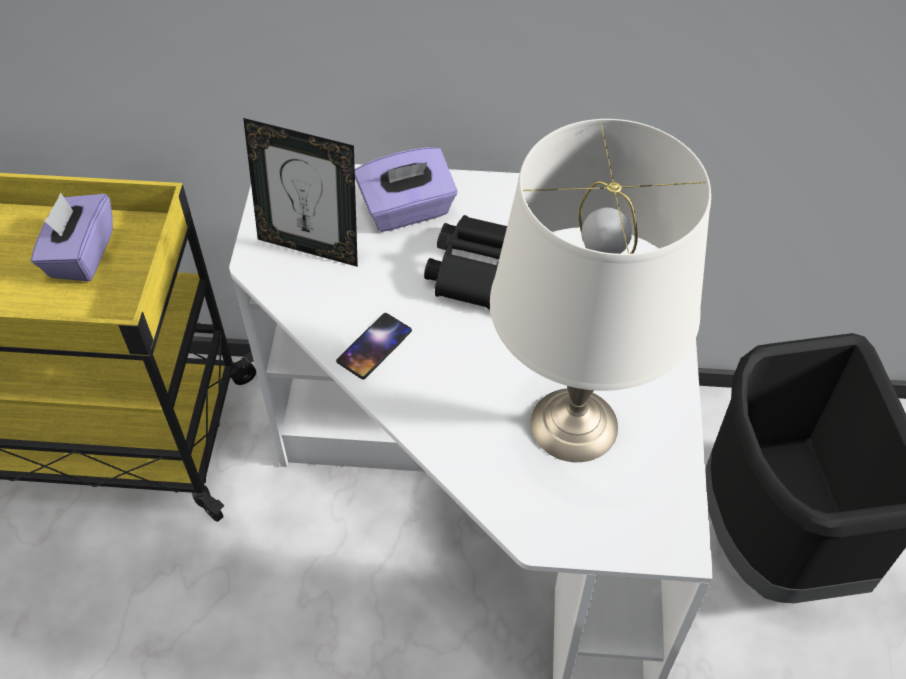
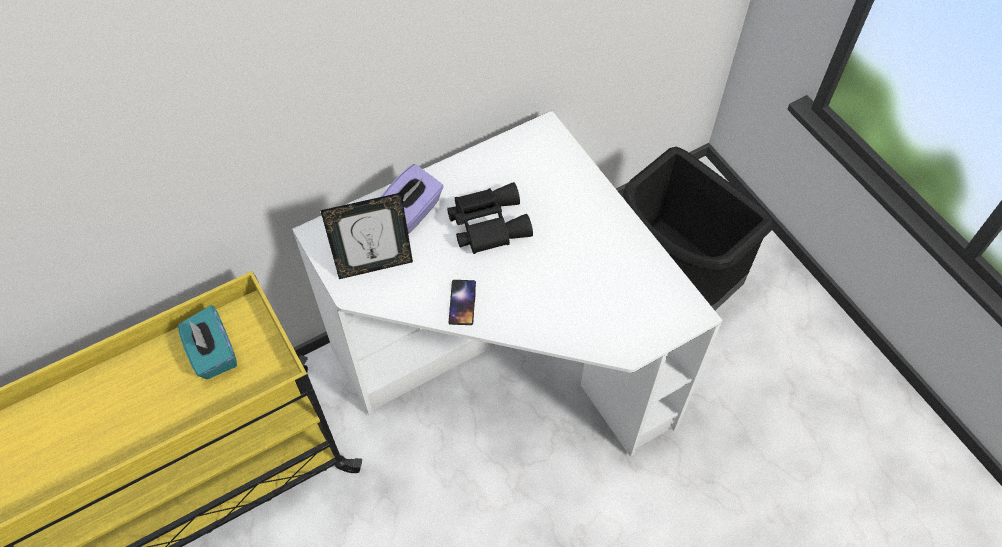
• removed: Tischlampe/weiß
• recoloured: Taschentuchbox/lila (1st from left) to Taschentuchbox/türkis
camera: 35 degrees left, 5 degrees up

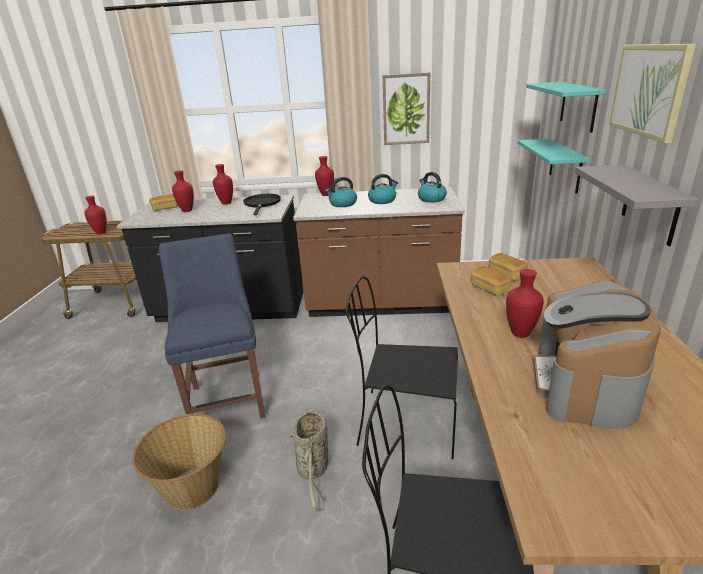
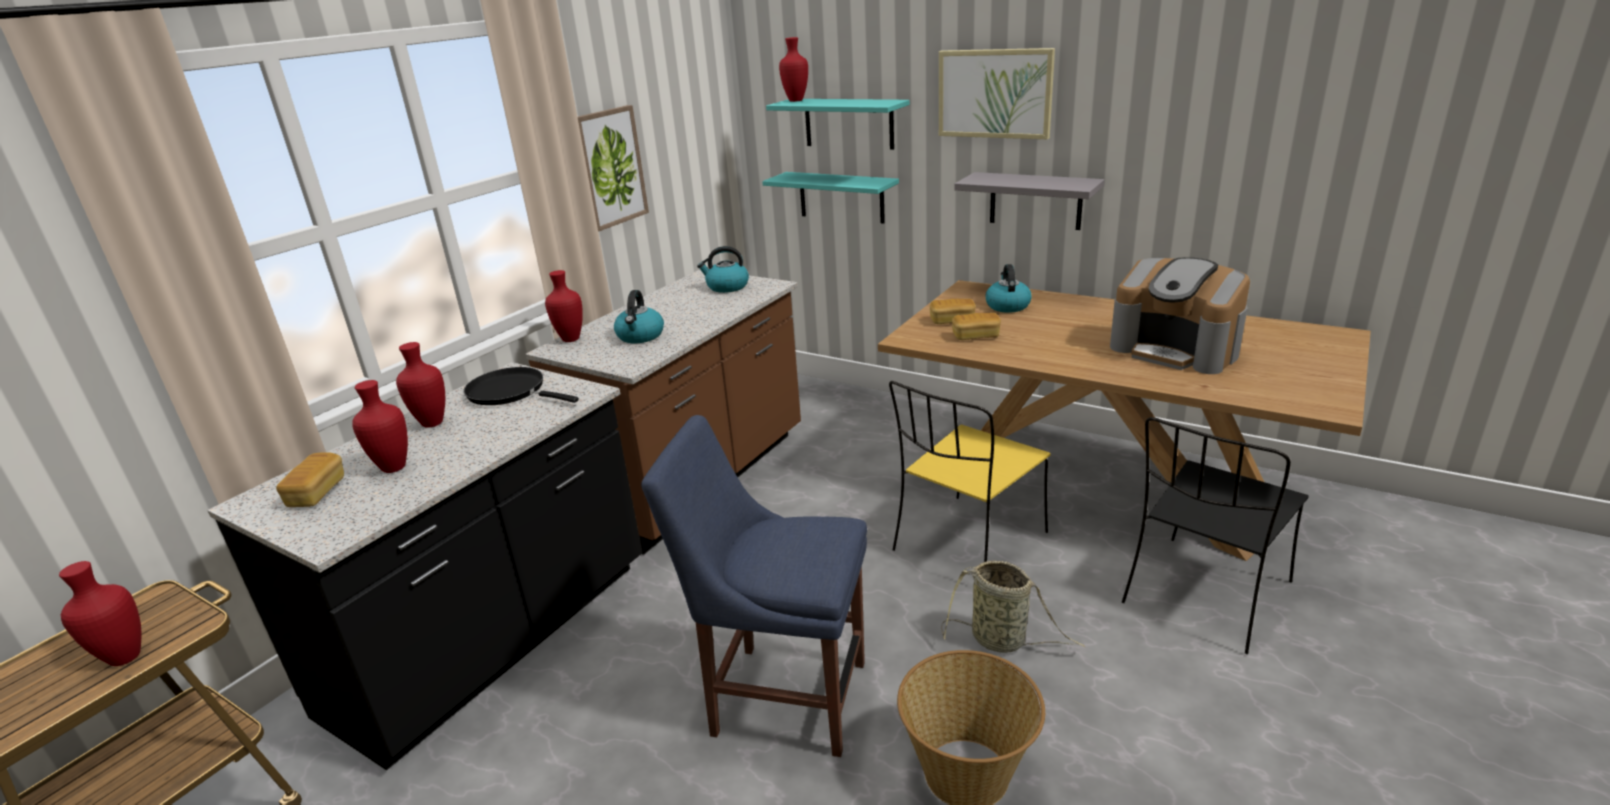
• moved: Wasserkessel (2nd from left in the first image) to Wasserkessel (3rd from left)
• moved: Vase/rot (5th from left)
• recoloured: Stuhl/schwarz (1st from left) to Stuhl/gelb
camera: 60 degrees left, 0 degrees up

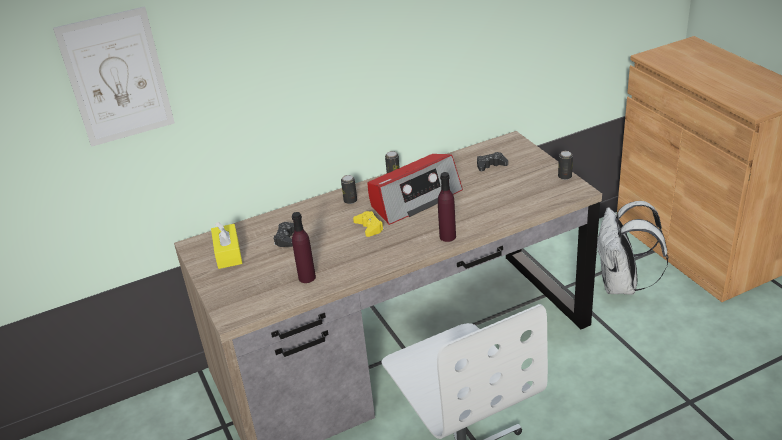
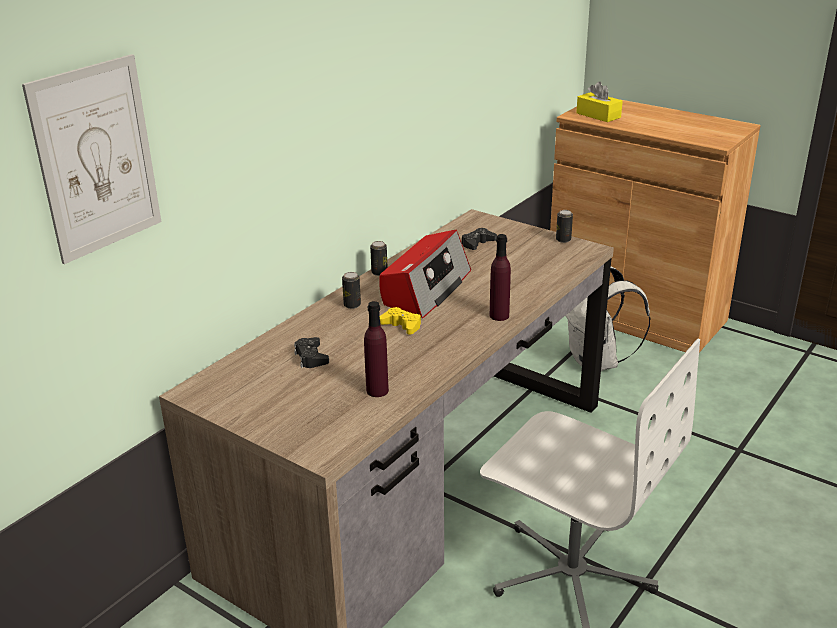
• moved: Taschentuchbox/gelb
camera: 30 degrees left, 5 degrees down

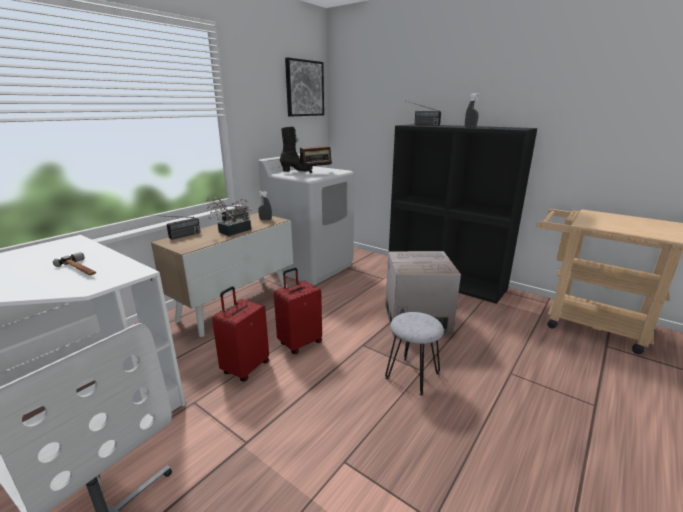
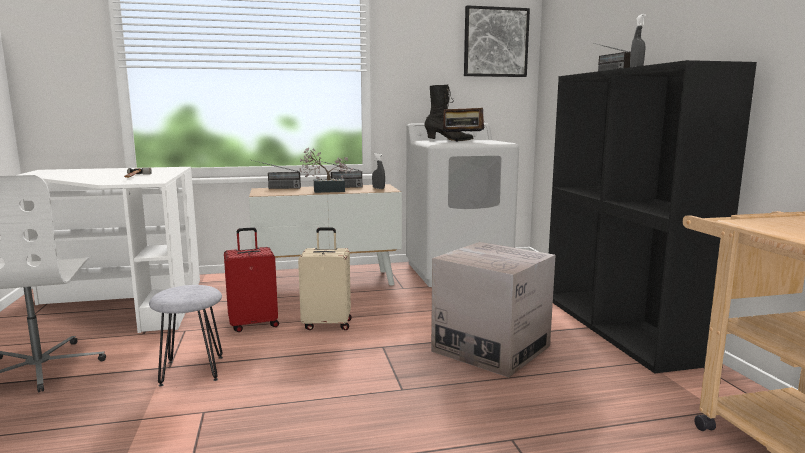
• recoloured: Koffer/rot (2nd from left) to Koffer/beige
• moved: Hocker/grau
camera: 40 degrees right, 10 degrees down

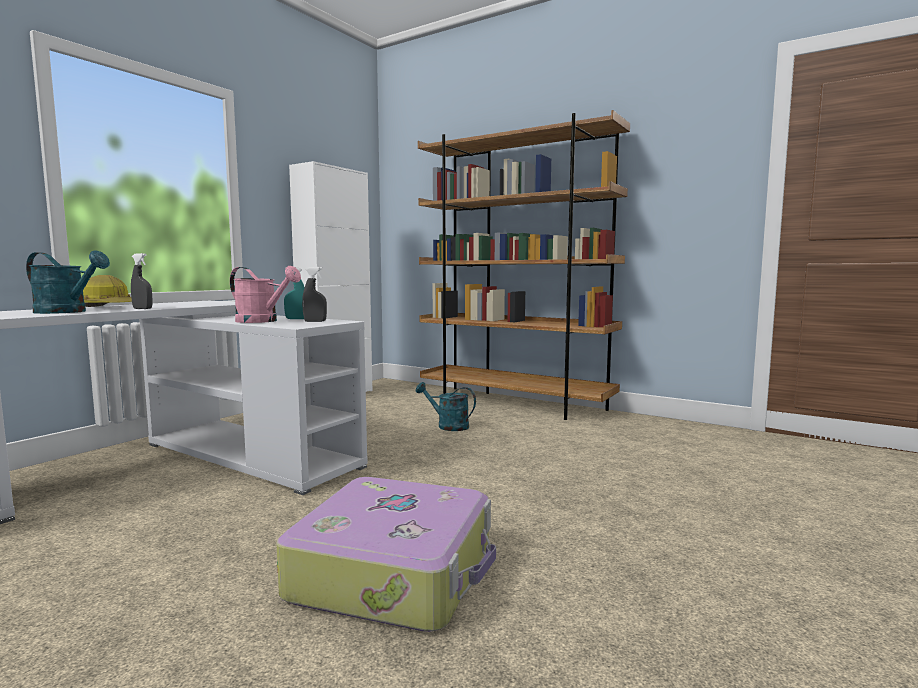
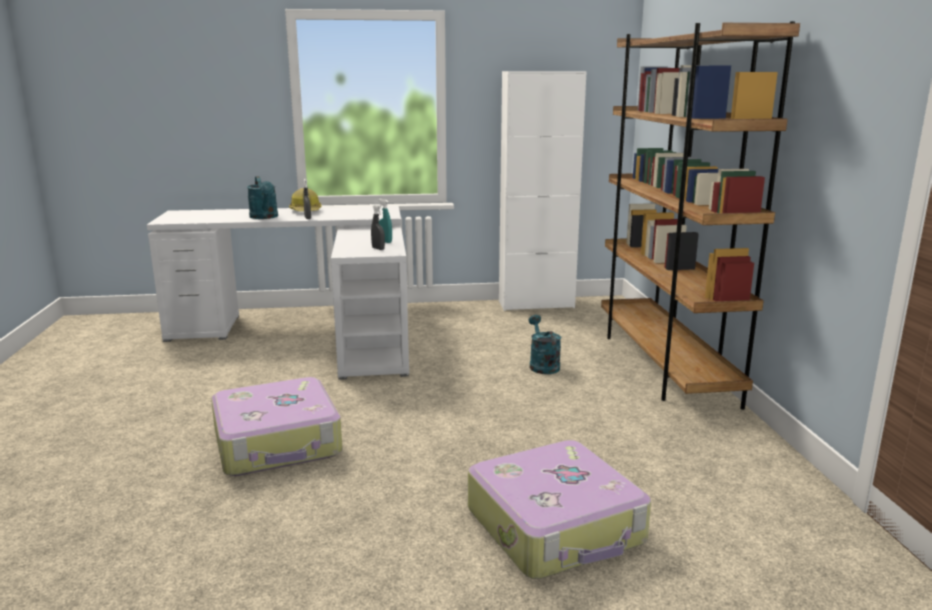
• removed: Gießkanne/rosa
• added: Koffer (2nd from left)
camera: 50 degrees right, 10 degrees up

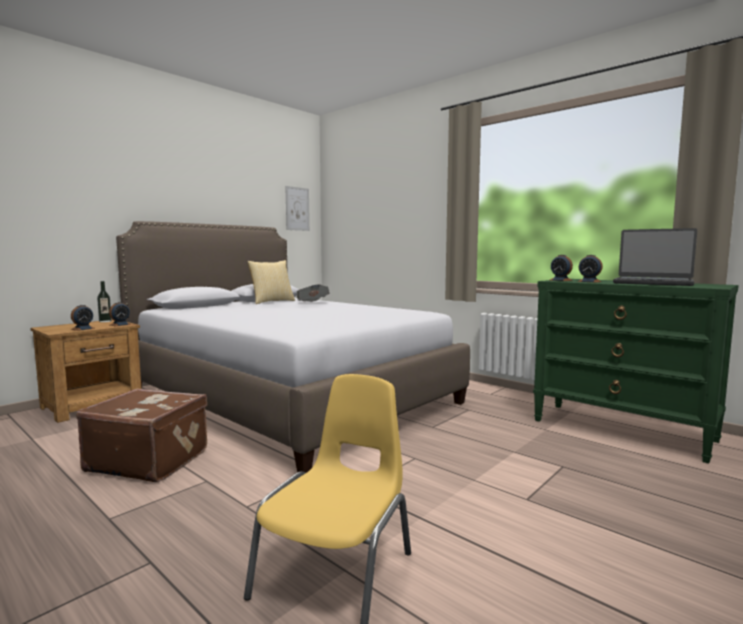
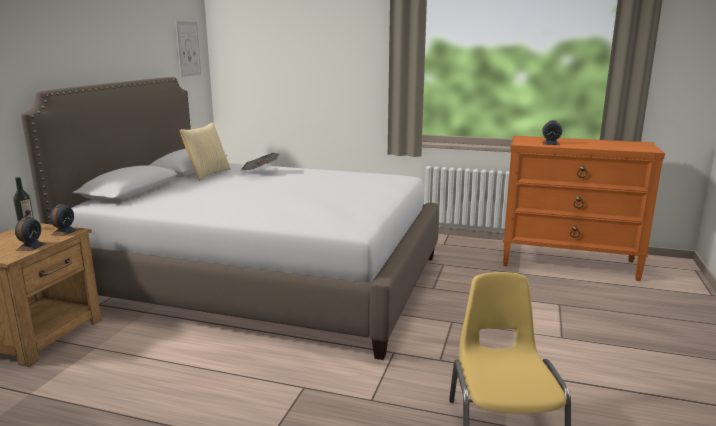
• removed: Laptop
• removed: Wecker (3rd from left)
• recoloured: Kommode/grün to Kommode/orange
• removed: Koffer/braun
camera: 25 degrees left, 10 degrees up

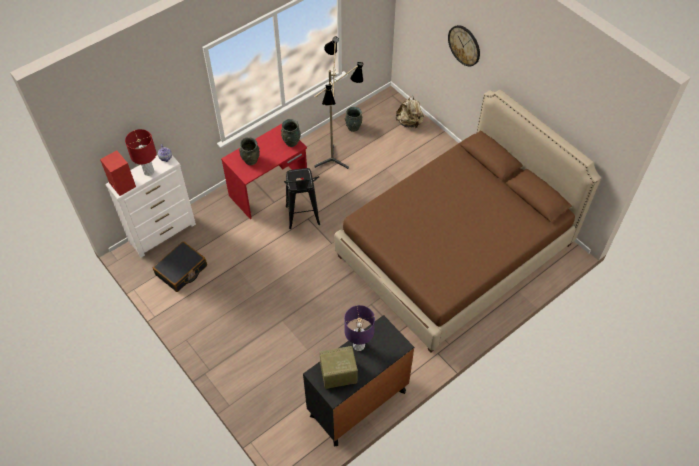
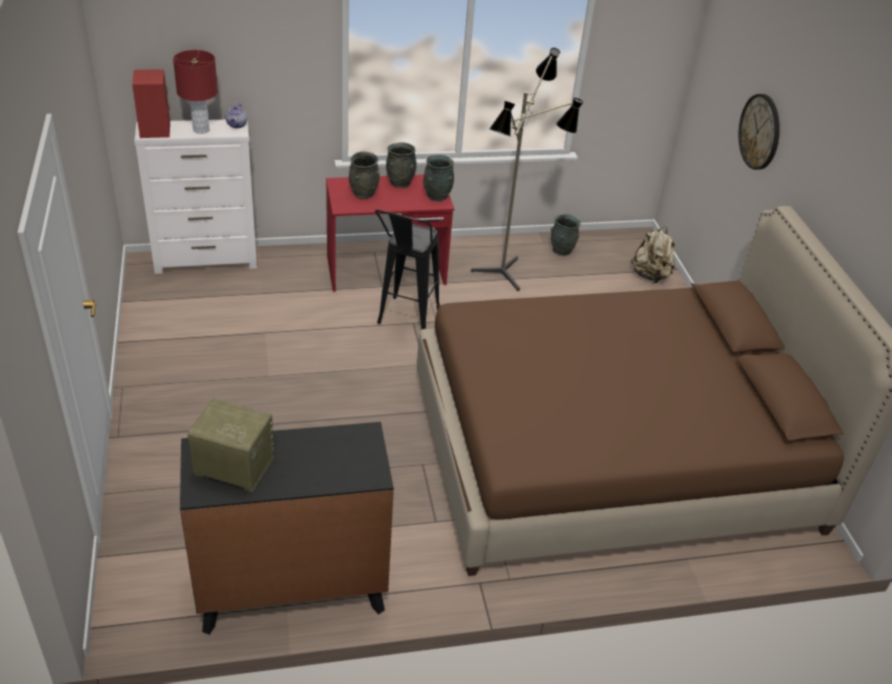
• removed: Koffer/schwarz
• removed: Tischlampe/lila
• added: Vase/grau (2nd from left)
camera: 25 degrees right, 15 degrees down

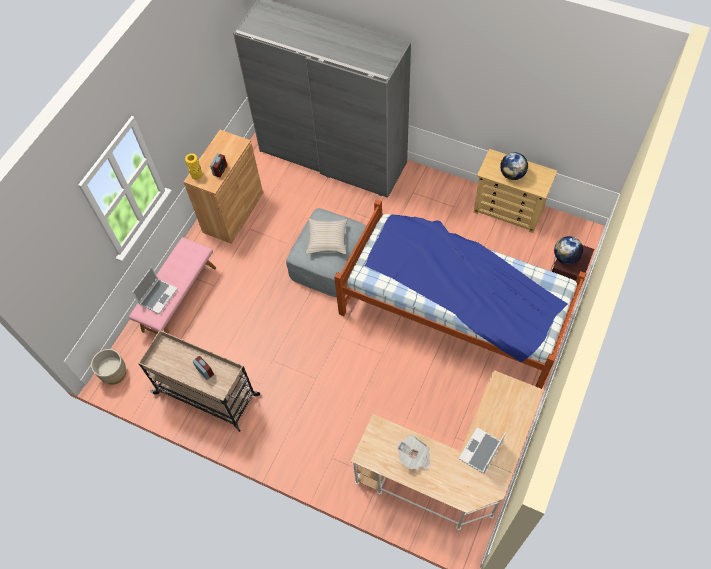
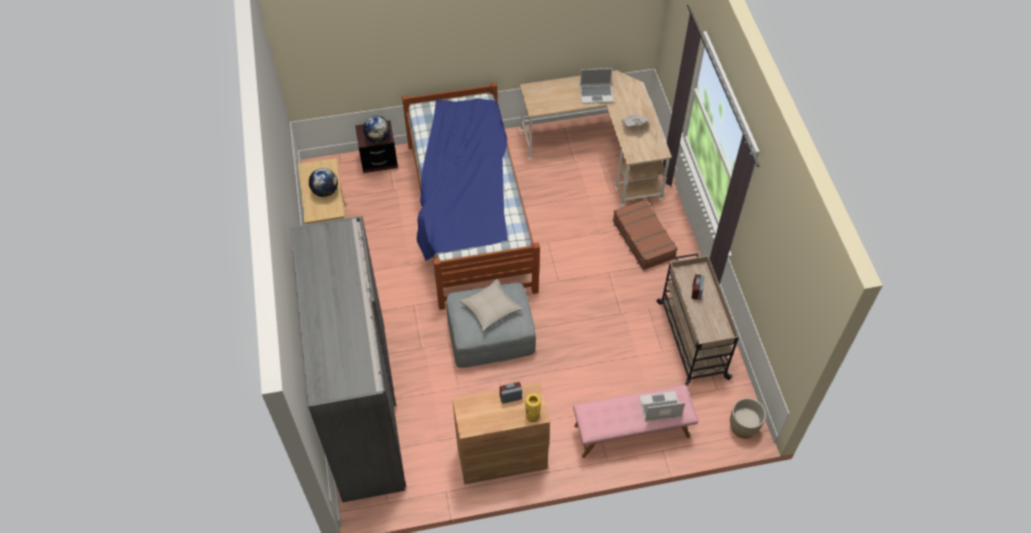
• added: Koffer/braun
camera: 130 degrees left, 5 degrees down

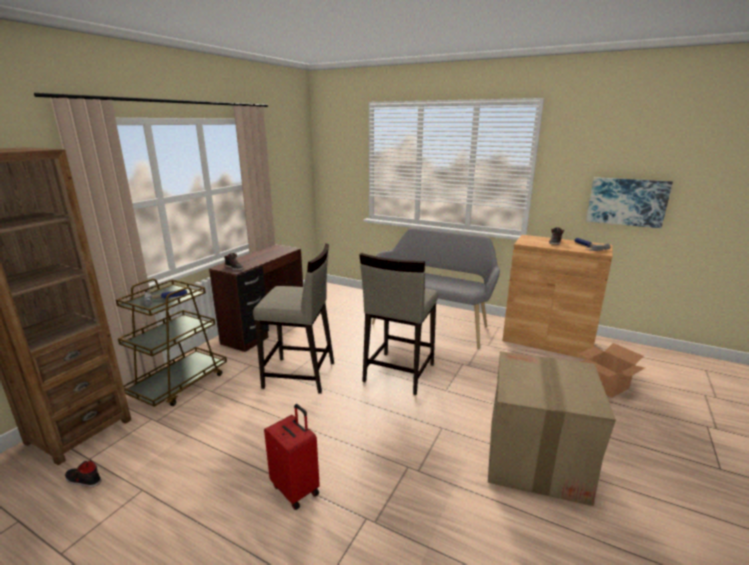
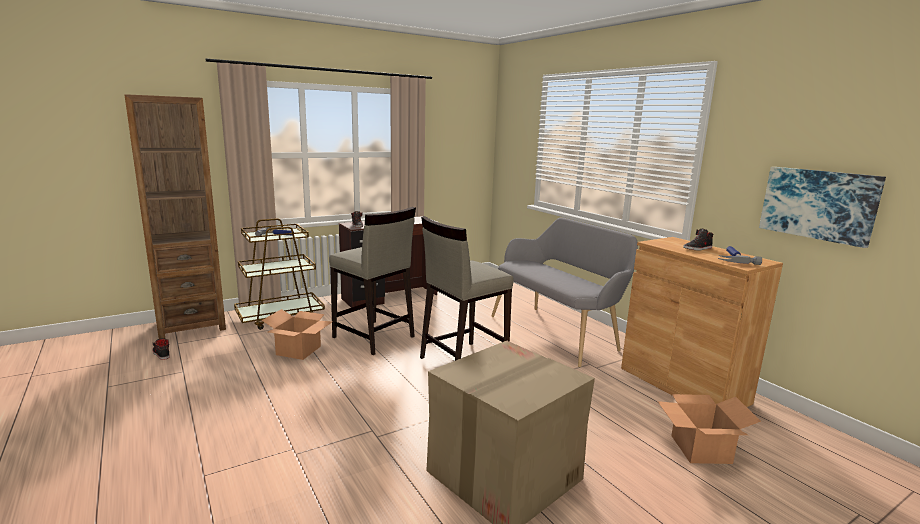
• removed: Koffer/rot
• added: Karton (1st from left)
camera: 30 degrees right, 5 degrees down

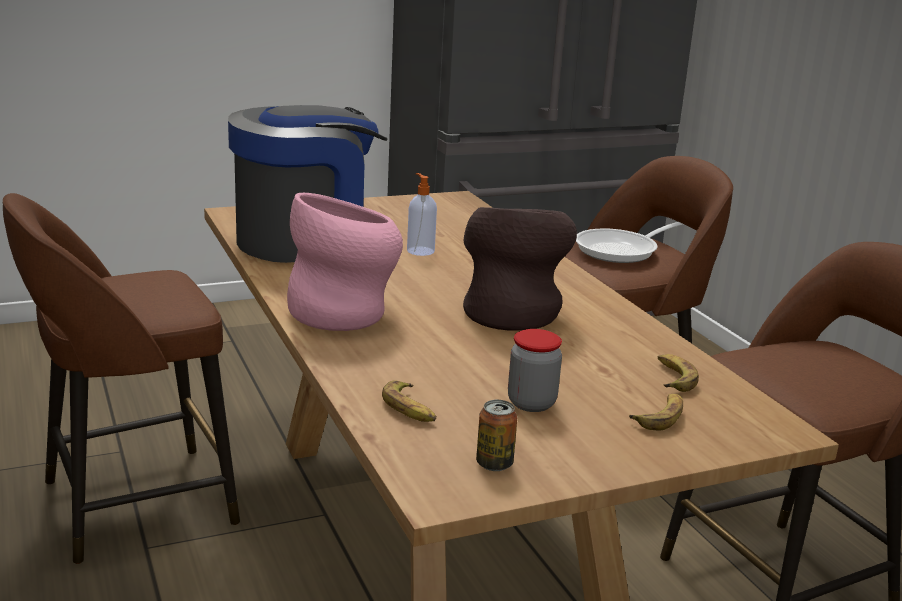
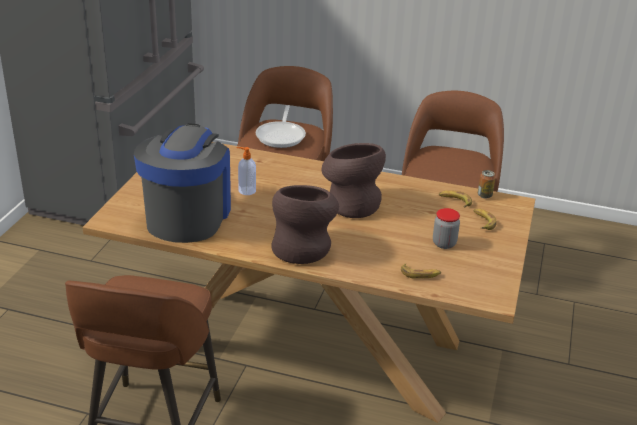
• recoloured: Vase/rosa to Vase/braun (1st from left)
• moved: Dose
camera: 50 degrees left, 10 degrees up

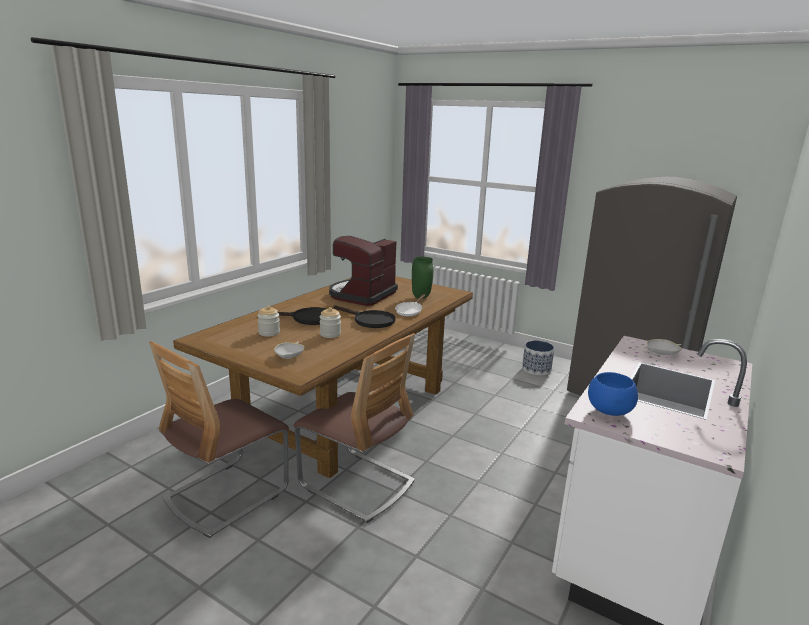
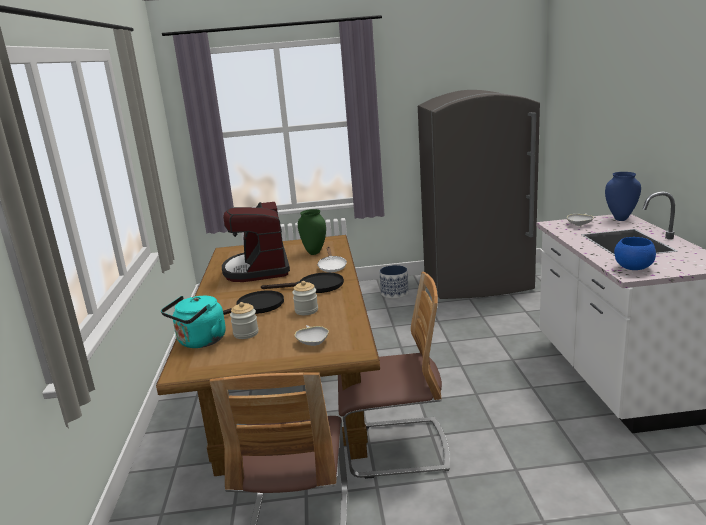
• added: Vase/blau
• added: Wasserkessel/türkis
camera: 35 degrees left, 0 degrees up

